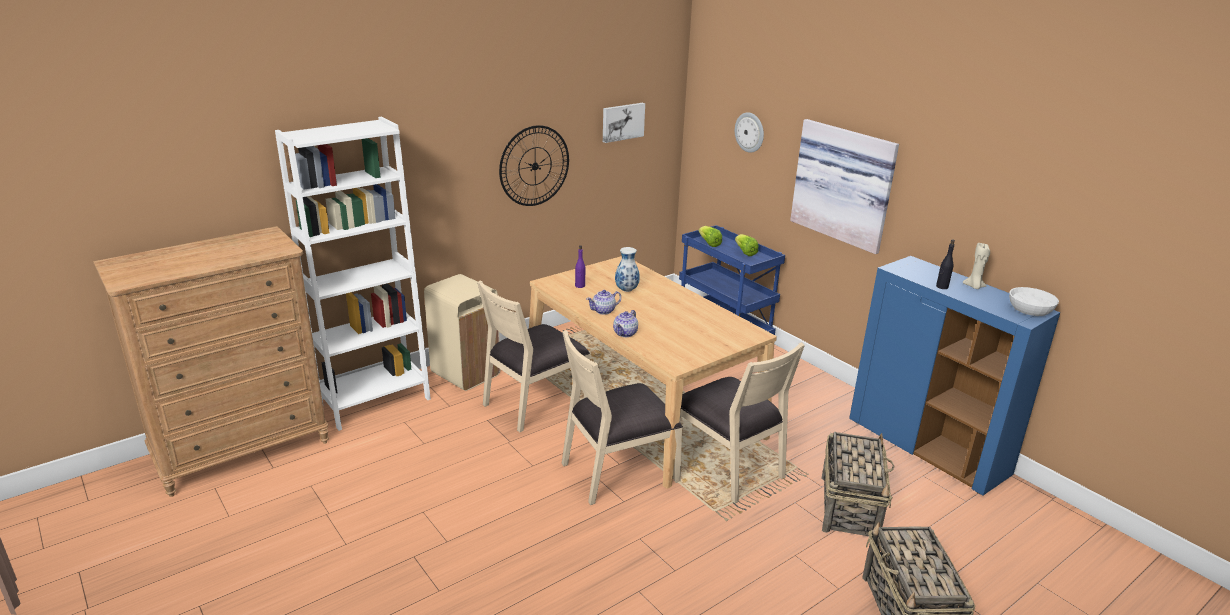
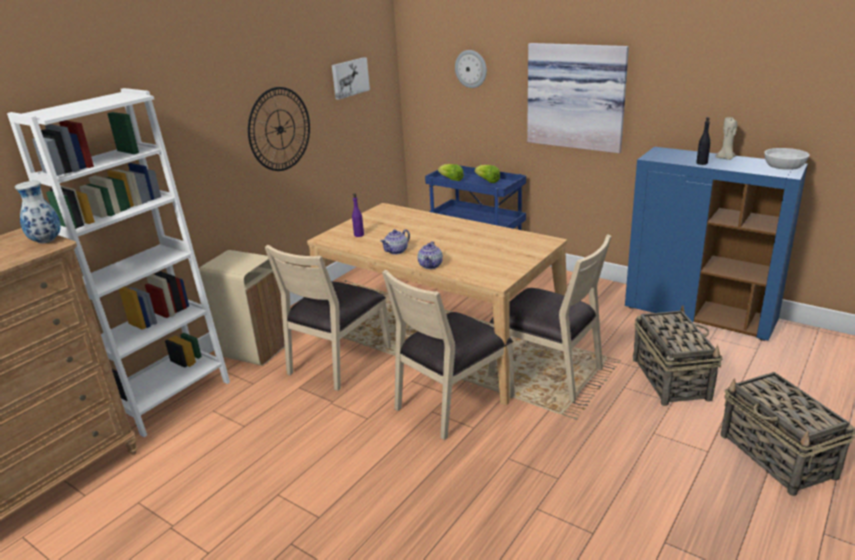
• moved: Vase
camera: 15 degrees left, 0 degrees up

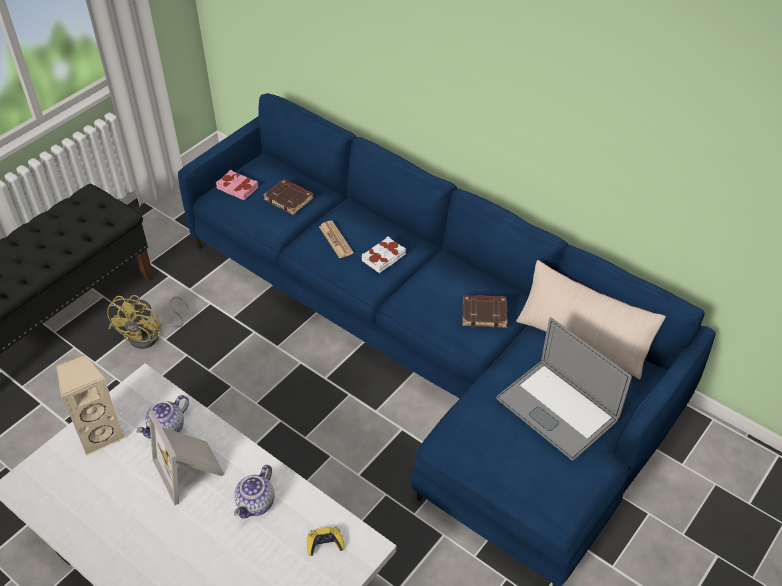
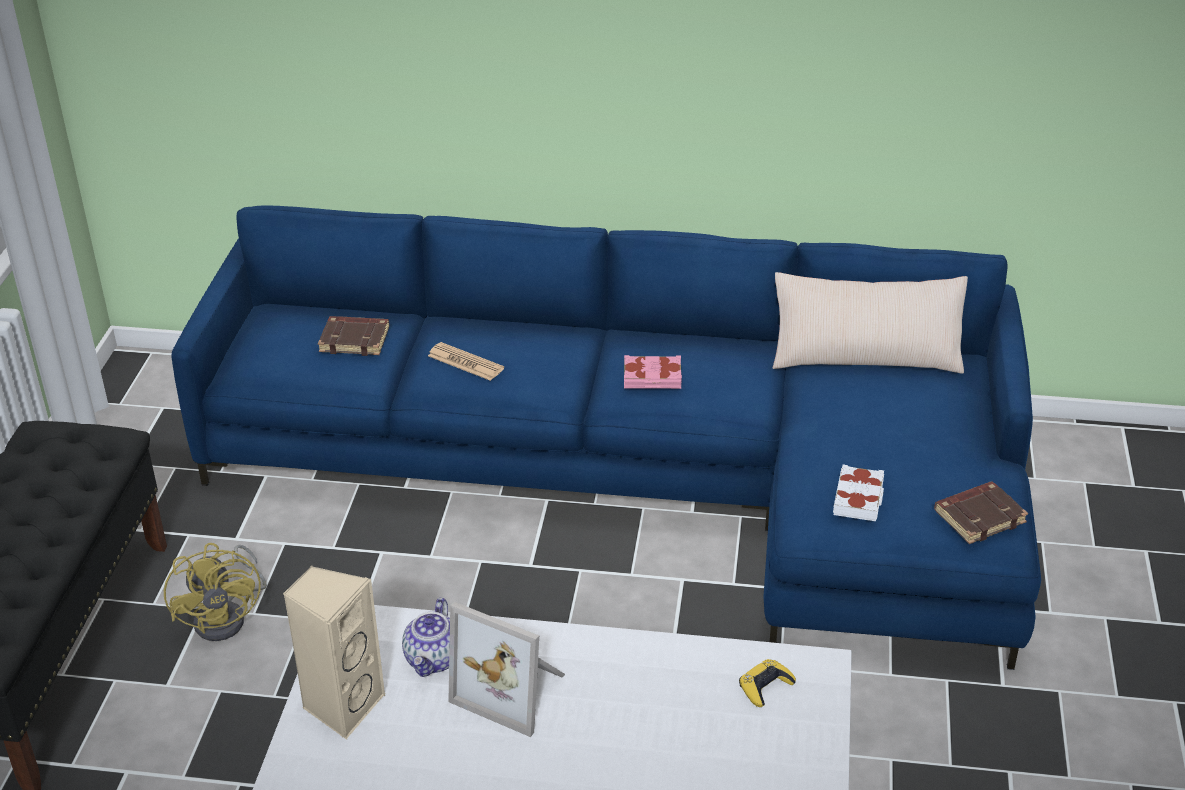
• moved: Buch/rosa
• moved: Buch/weiß
• moved: Buch/braun (2nd from left)
• removed: Laptop
• removed: Teekanne (2nd from left)
camera: 30 degrees left, 10 degrees down

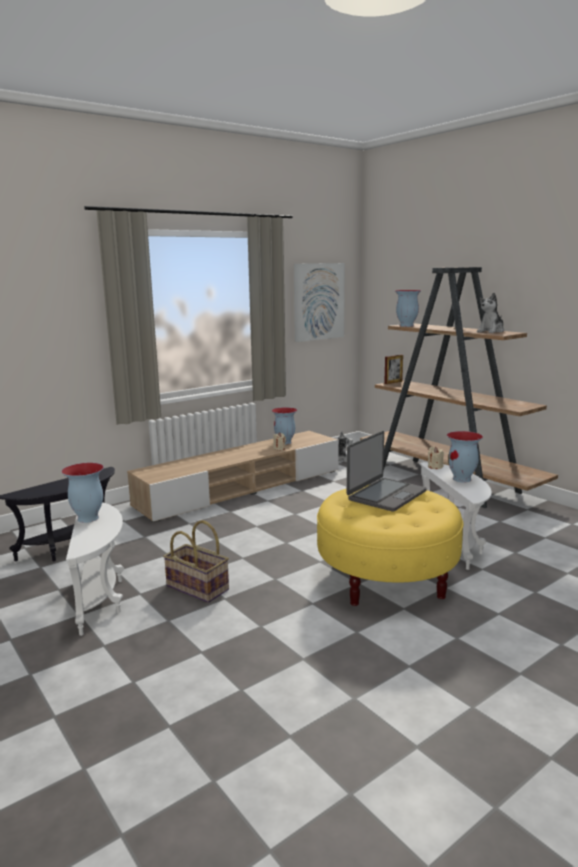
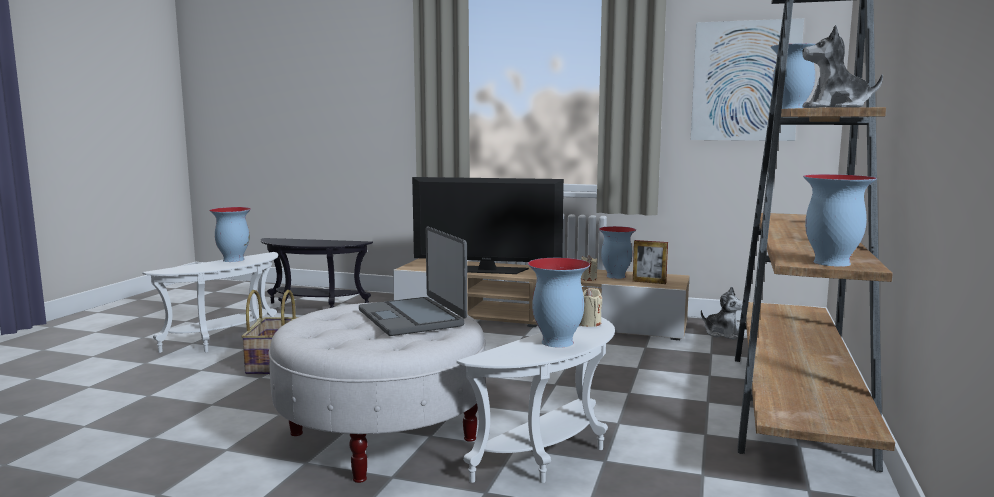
• moved: Bilderrahmen
• turned: Laptop 60 degrees clockwise
• recoloured: Polsterhocker/gelb to Polsterhocker/weiß
• added: Vase (5th from left)
• added: Fernseher
camera: 55 degrees right, 5 degrees down

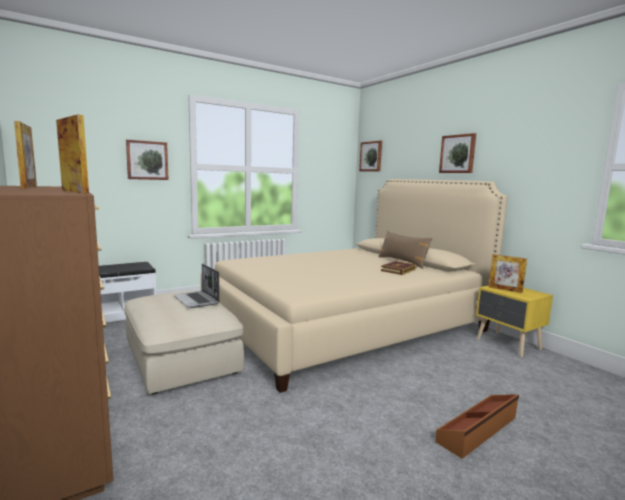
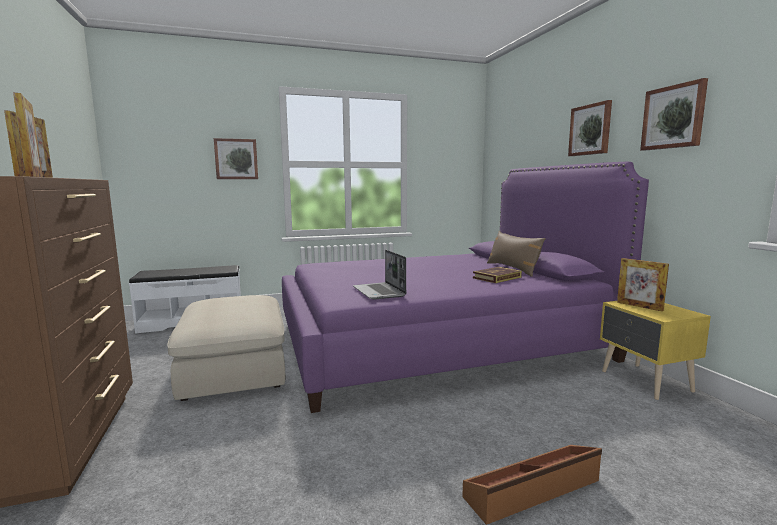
• moved: Bild (2nd from left in the first image) to Bild (3rd from left)
• recoloured: Bett/beige to Bett/lila
• moved: Laptop
camera: 15 degrees right, 0 degrees up

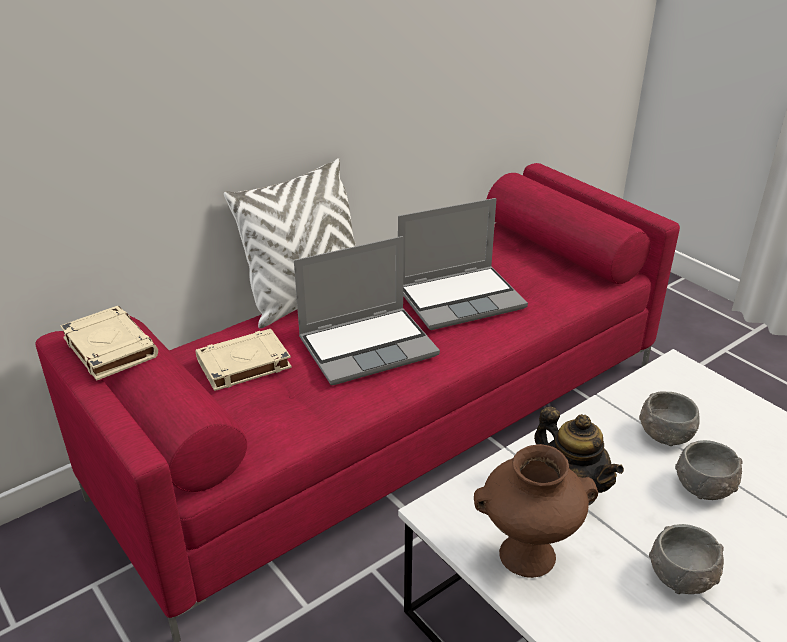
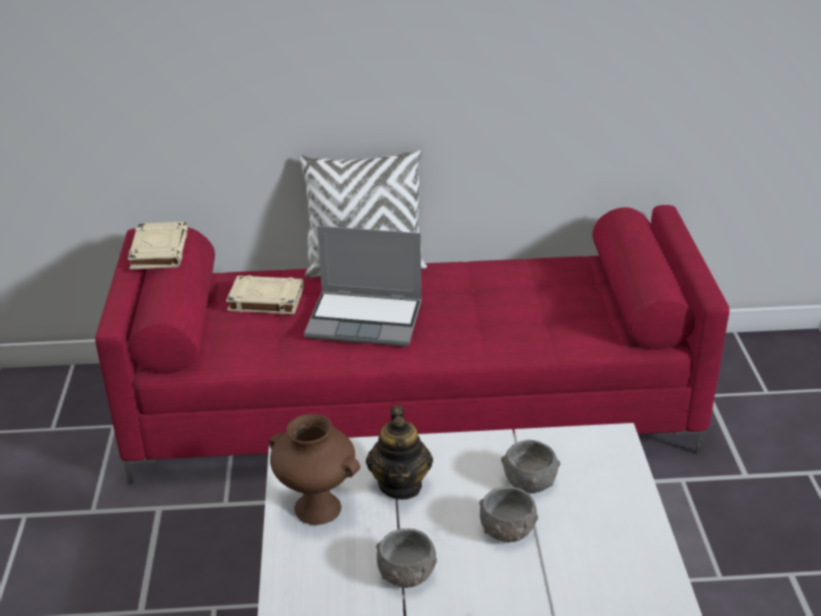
• removed: Laptop (2nd from left)
camera: 35 degrees right, 0 degrees up

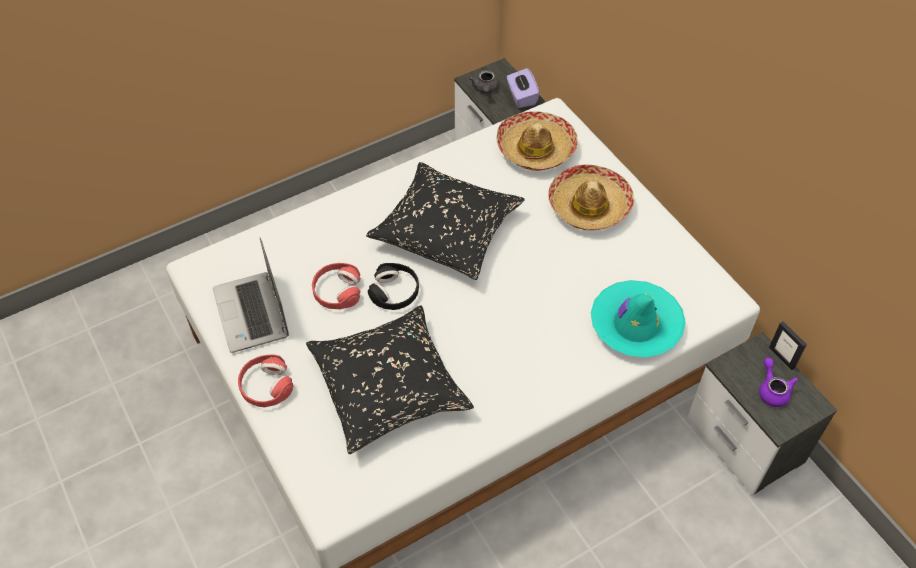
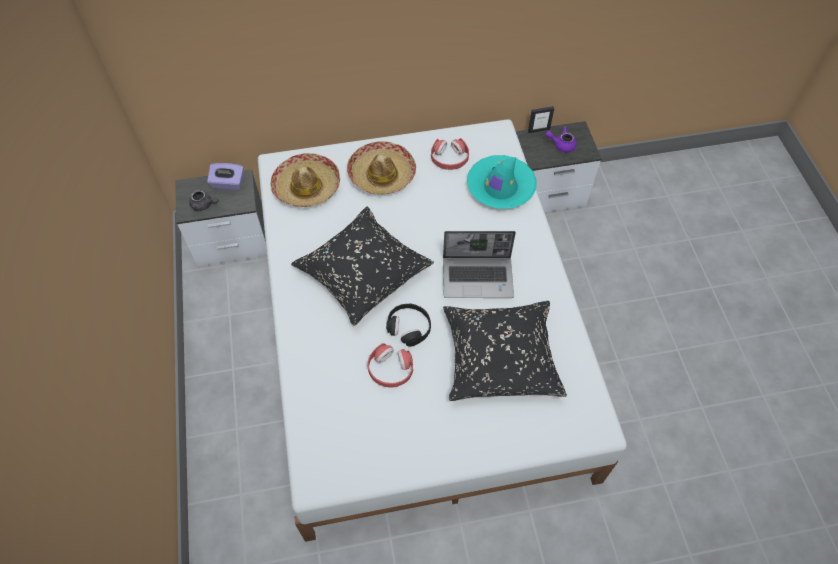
• moved: Laptop
• moved: Kopfhörer/rot (1st from left in the first image) to Kopfhörer/rot (2nd from left)
camera: 70 degrees left, 5 degrees up

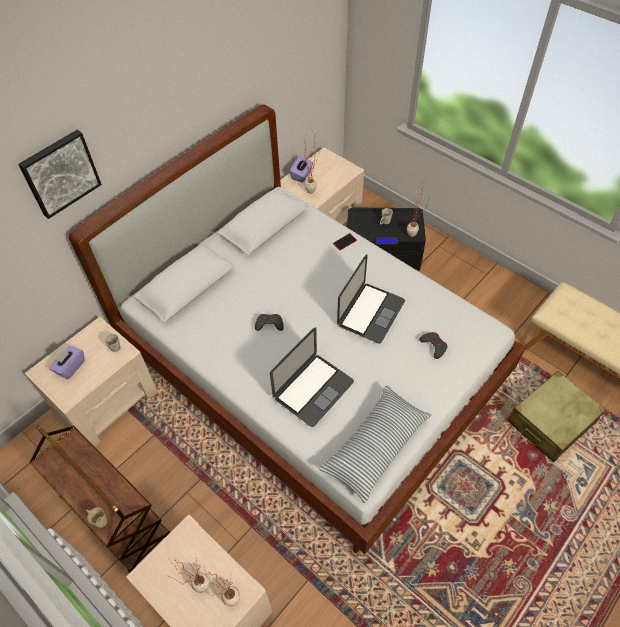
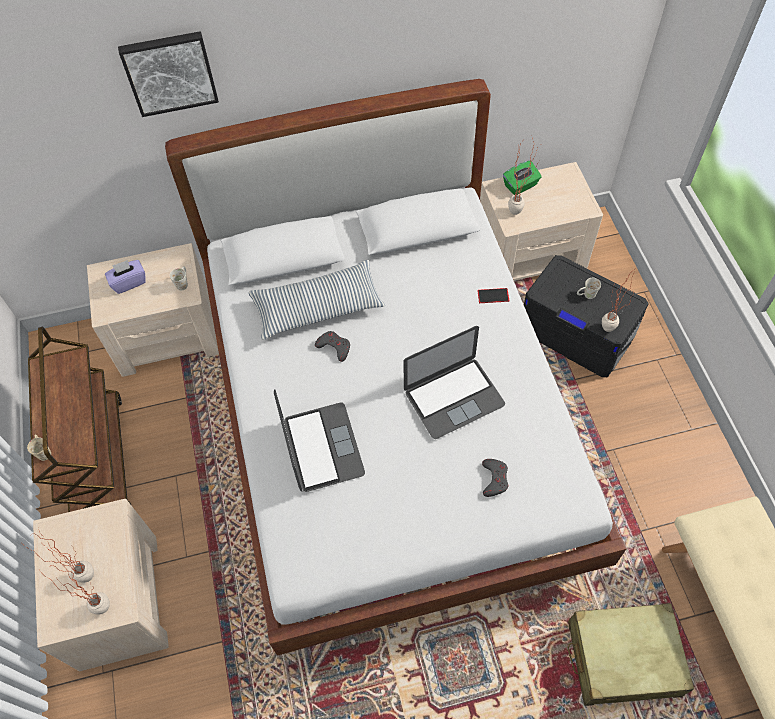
• recoloured: Taschentuchbox/lila (2nd from left) to Taschentuchbox/grün
• turned: Laptop (1st from left) 90 degrees counterclockwise
• moved: Kissen
camera: 35 degrees right, 5 degrees up

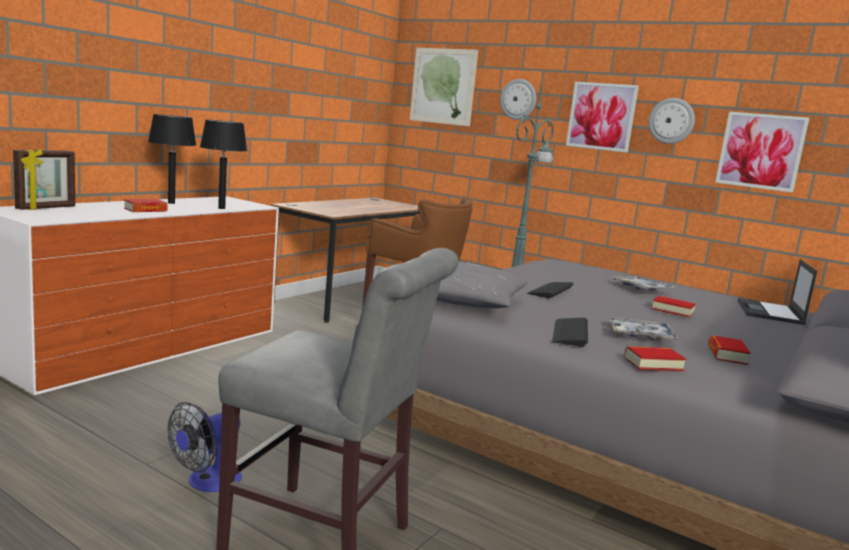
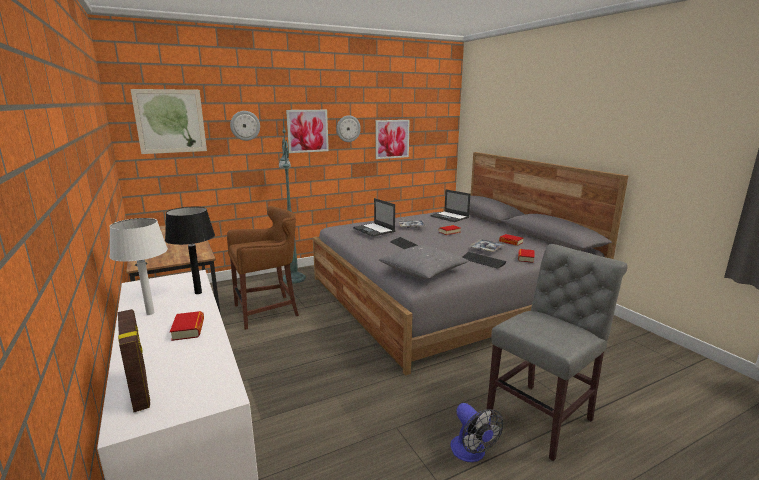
• recoloured: Tischlampe/schwarz (1st from left) to Tischlampe/weiß
• added: Laptop (1st from left)
camera: 60 degrees left, 5 degrees up

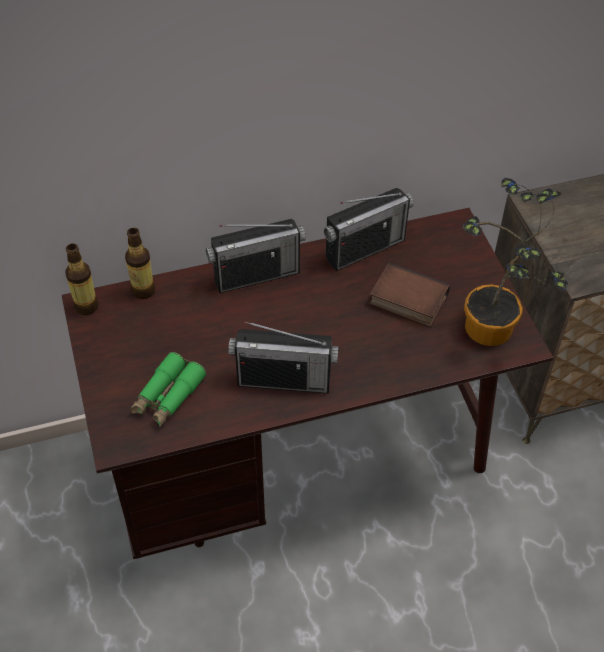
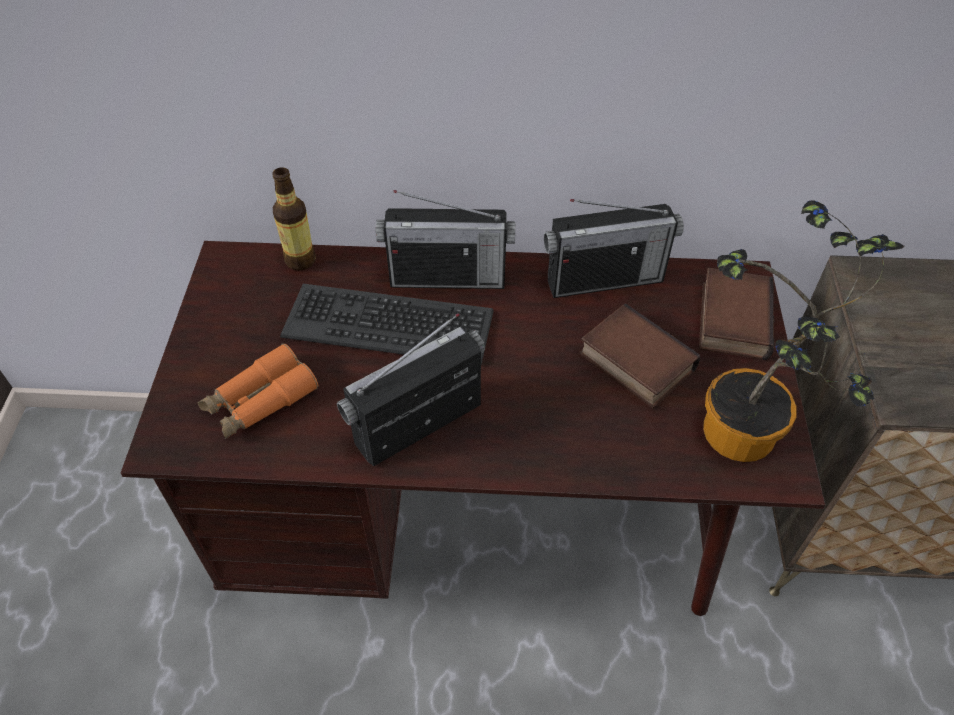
• removed: Flasche (1st from left)
• turned: Radio (2nd from left in the first image) 120 degrees clockwise
• recoloured: Fernglas/grün to Fernglas/orange
• added: Buch (2nd from left)
• added: Tastatur
camera: 20 degrees right, 0 degrees up

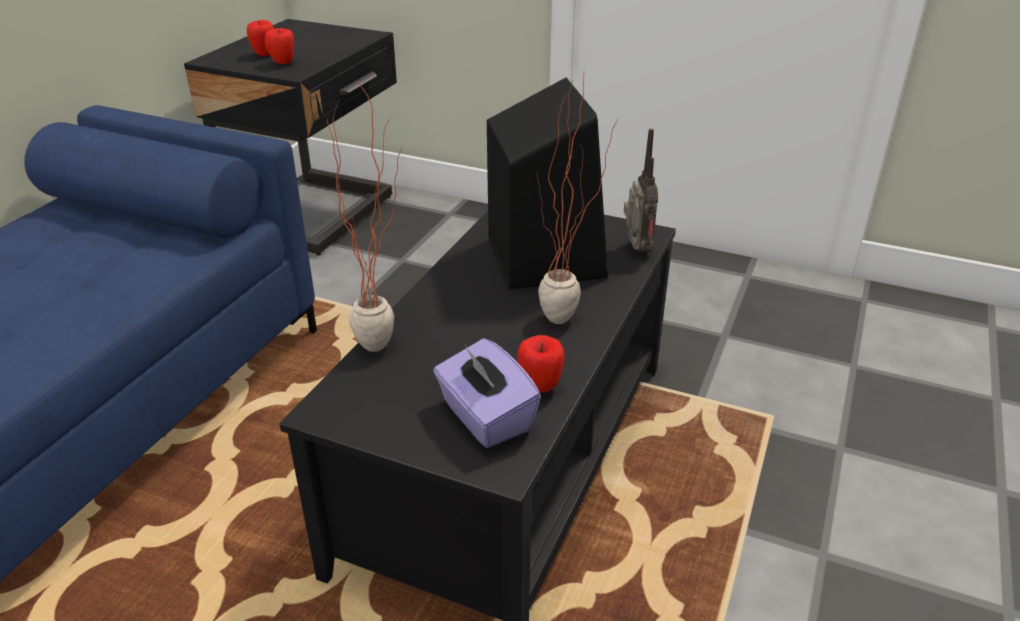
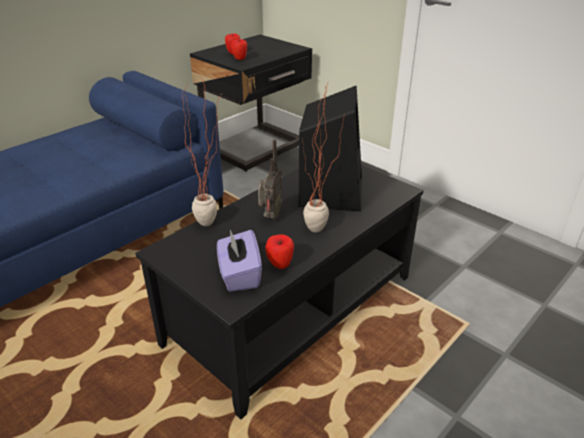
• moved: Radio
camera: 20 degrees right, 0 degrees up

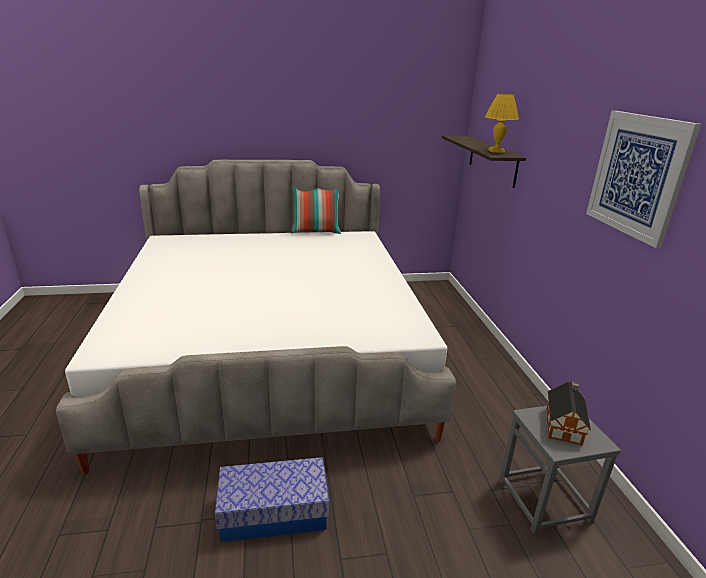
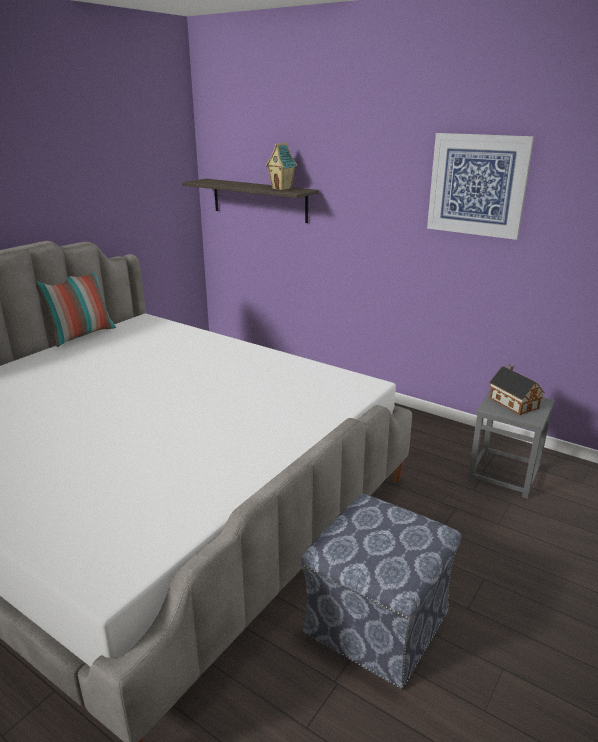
• replaced: Tischlampe/gelb to Spielzeughaus (1st from left)
• replaced: Aufbewahrungsbox to Polsterhocker
camera: 45 degrees left, 0 degrees up

